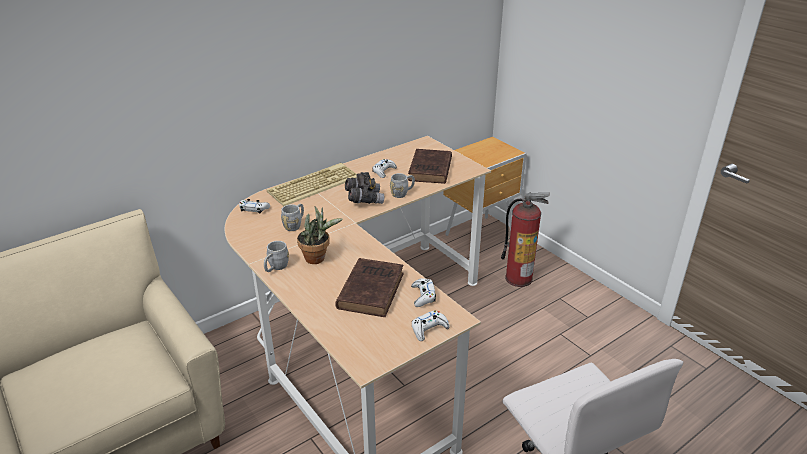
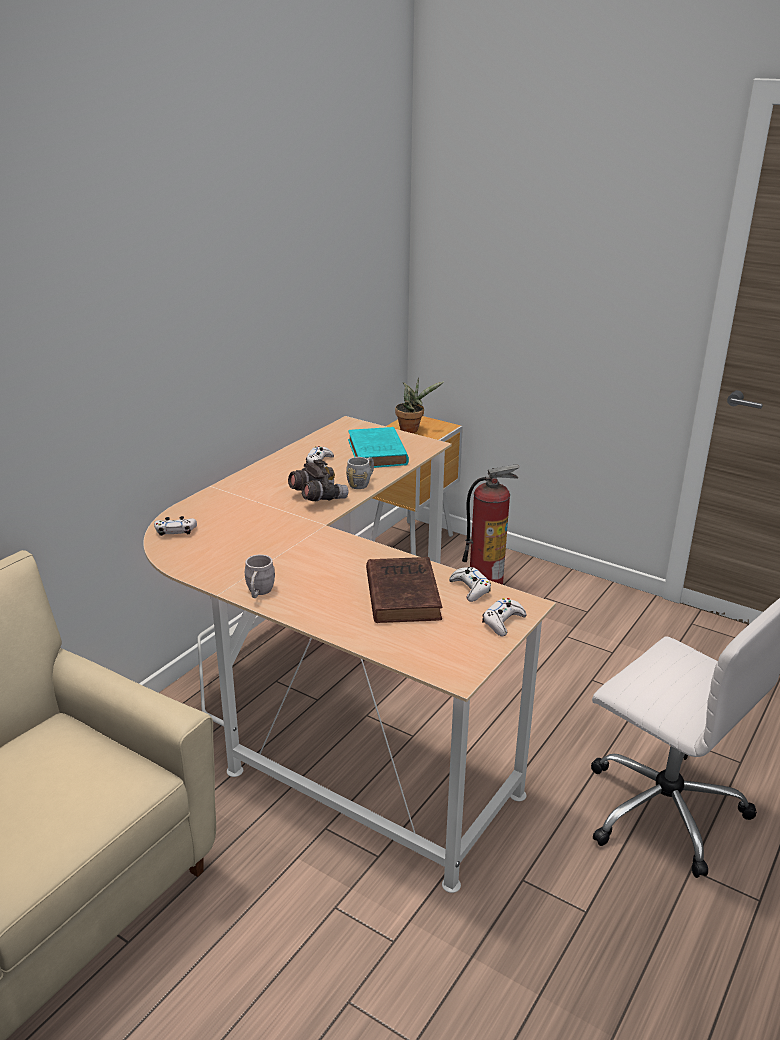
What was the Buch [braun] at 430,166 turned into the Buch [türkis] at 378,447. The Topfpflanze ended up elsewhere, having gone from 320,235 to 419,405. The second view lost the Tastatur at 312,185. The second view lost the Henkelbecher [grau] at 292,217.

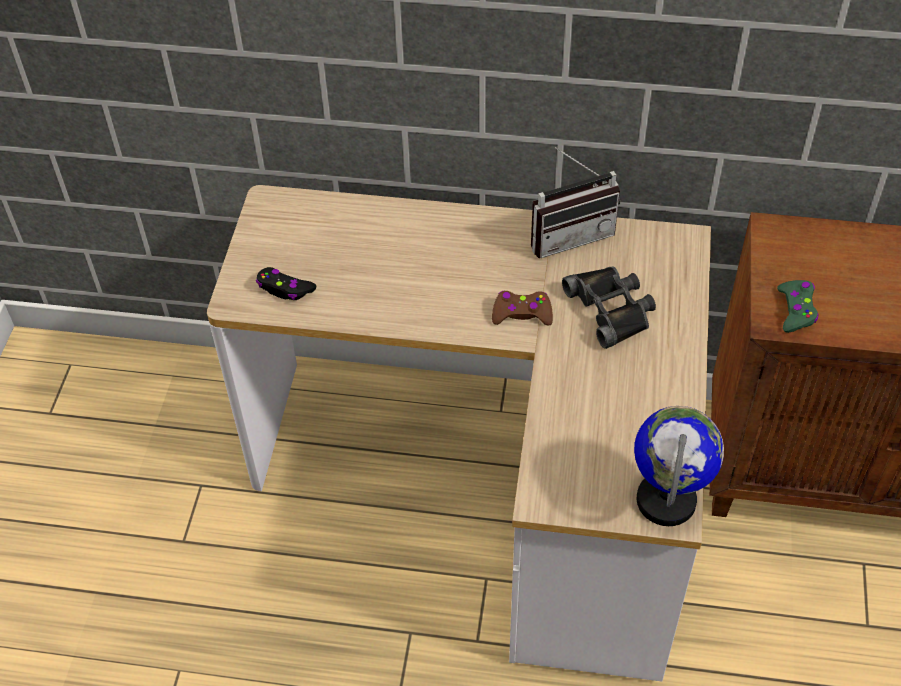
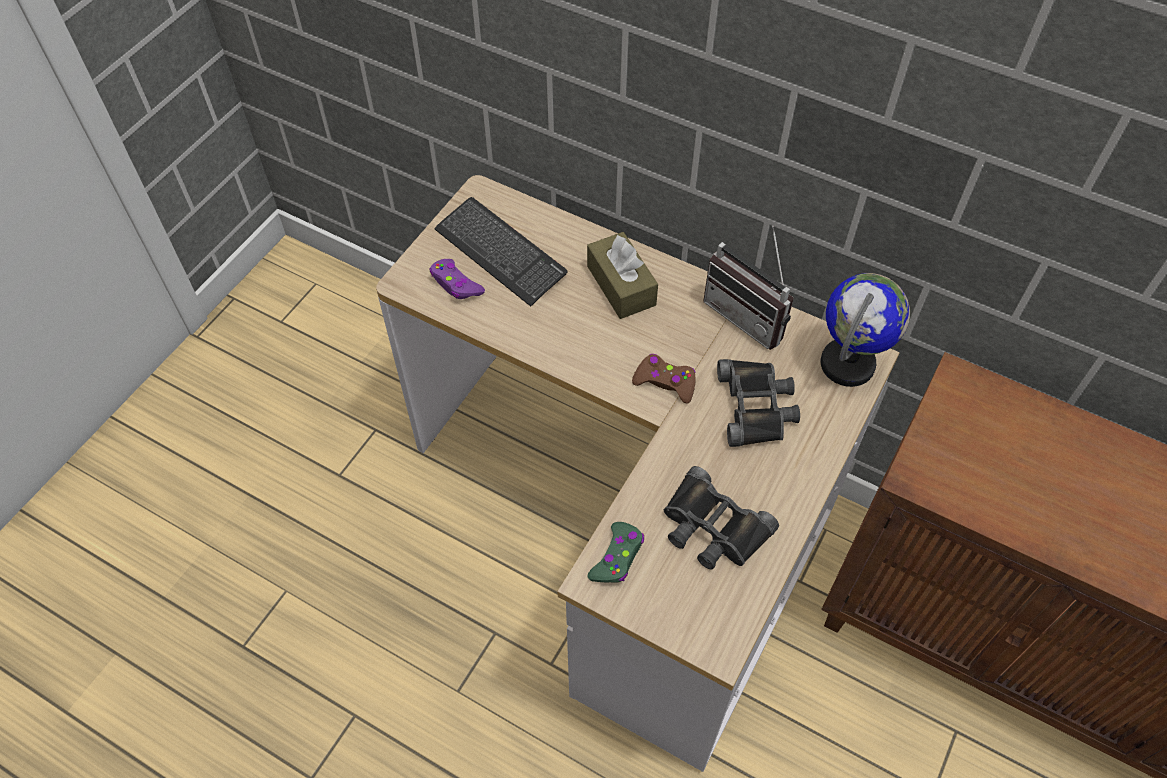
What was the Gamepad [schwarz] at 286,283 turned into the Gamepad [lila] at 457,279. The second view gained the Tastatur at 500,252. The second view gained the Taschentuchbox [braun] at 622,275. The Gamepad [grün] ended up elsewhere, having gone from 797,306 to 616,552. The second view gained the Fernglas [schwarz] at 721,518. The Radio at 575,202 ended up facing another way, 45 degrees clockwise from before. The Globus ended up elsewhere, having gone from 679,466 to 865,330.

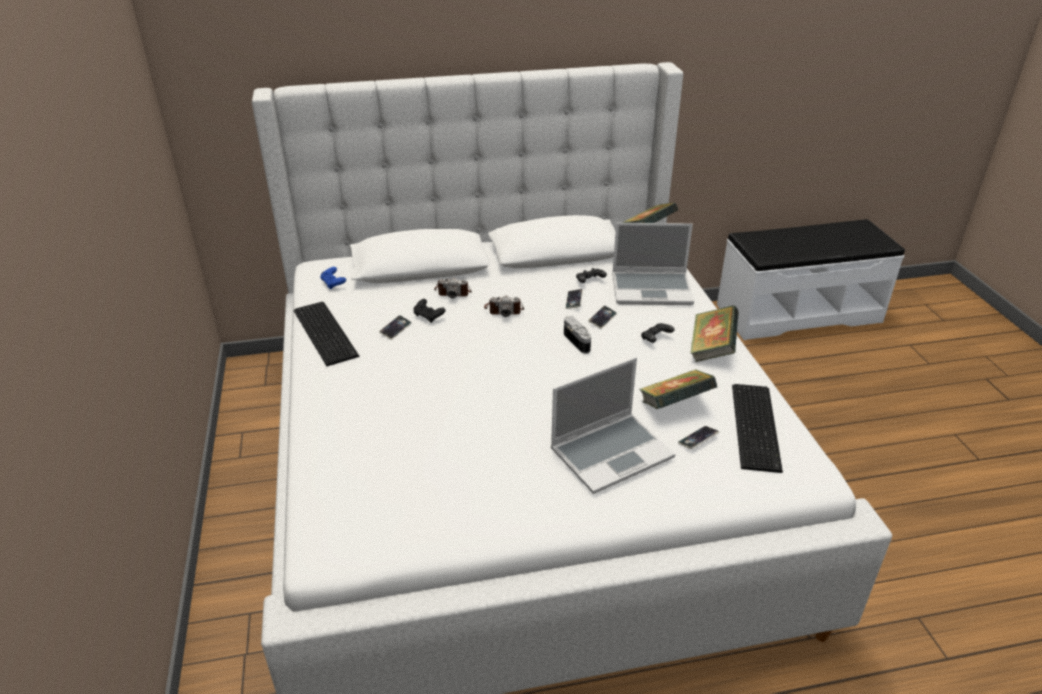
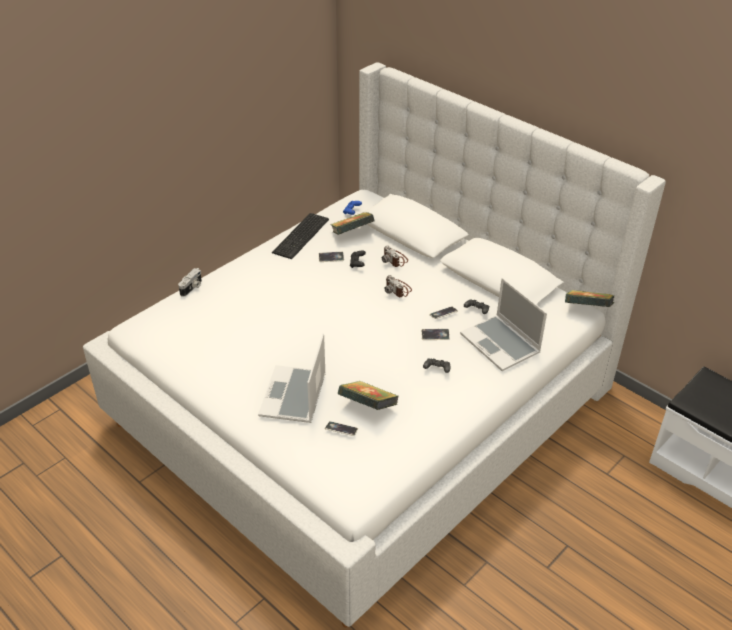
The Kamera ended up elsewhere, having gone from 577,335 to 190,282. The Laptop at 613,425 ended up facing another way, 75 degrees clockwise from before. The Buch ended up elsewhere, having gone from 714,333 to 352,223. The second view lost the Tastatur at 757,428.

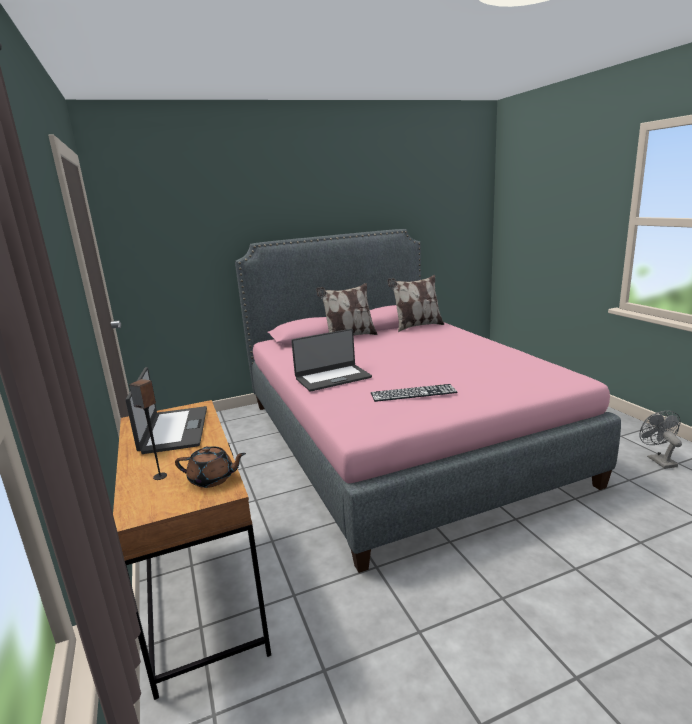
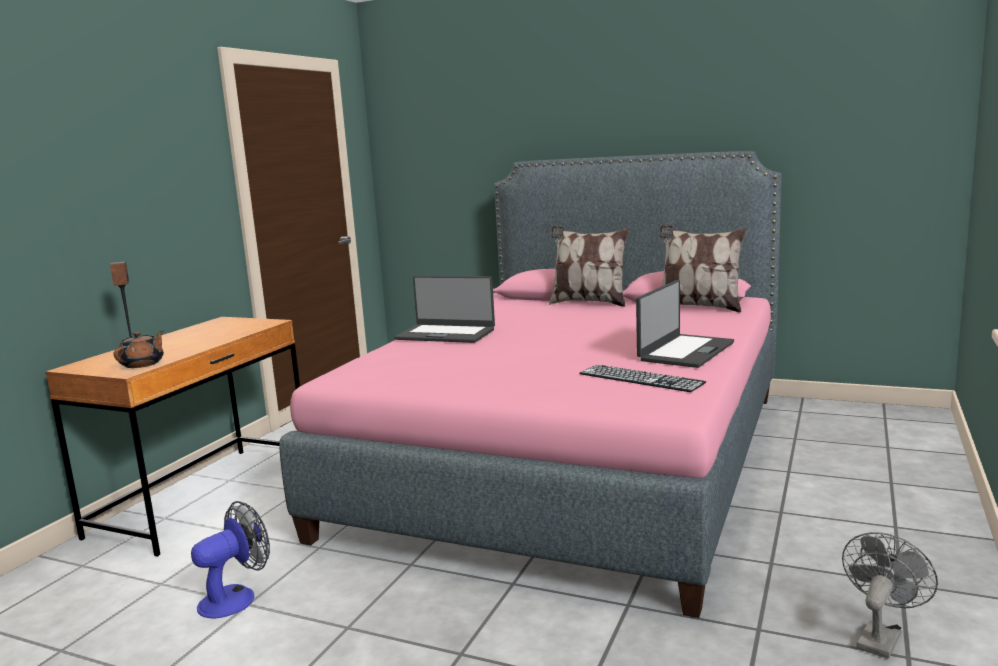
The Teekanne [braun] at 210,467 ended up facing another way, 120 degrees counterclockwise from before. The second view gained the Ventilator at 230,560. The Tastatur ended up elsewhere, having gone from 414,393 to 642,378. The Laptop ended up elsewhere, having gone from 166,410 to 685,324.

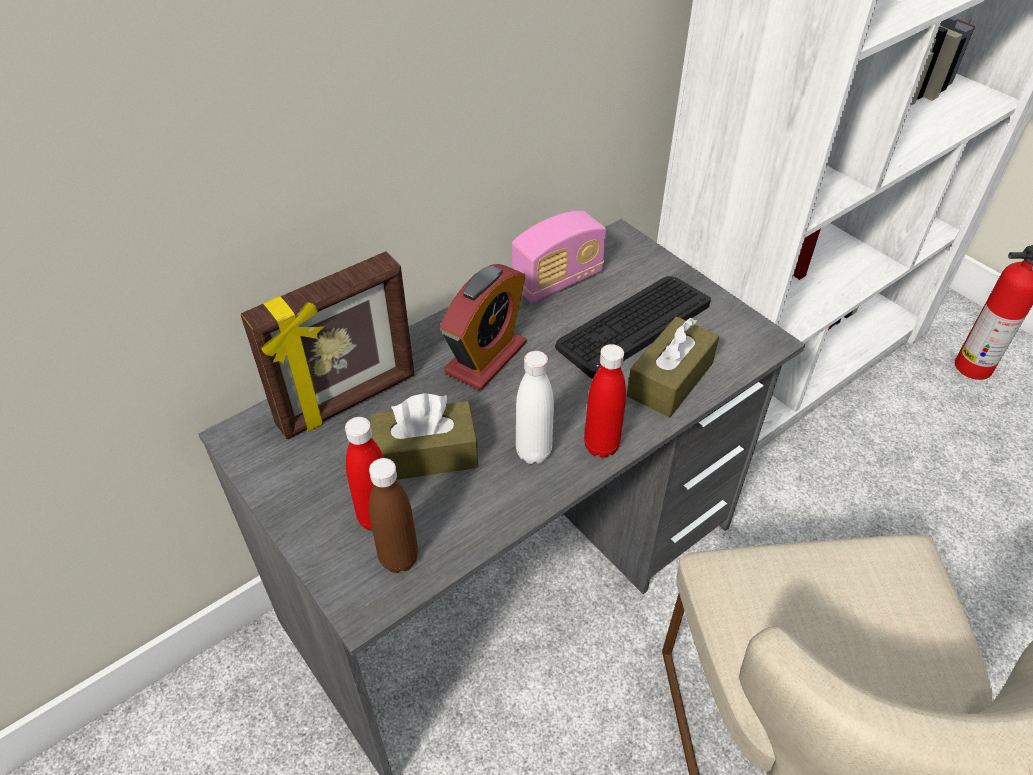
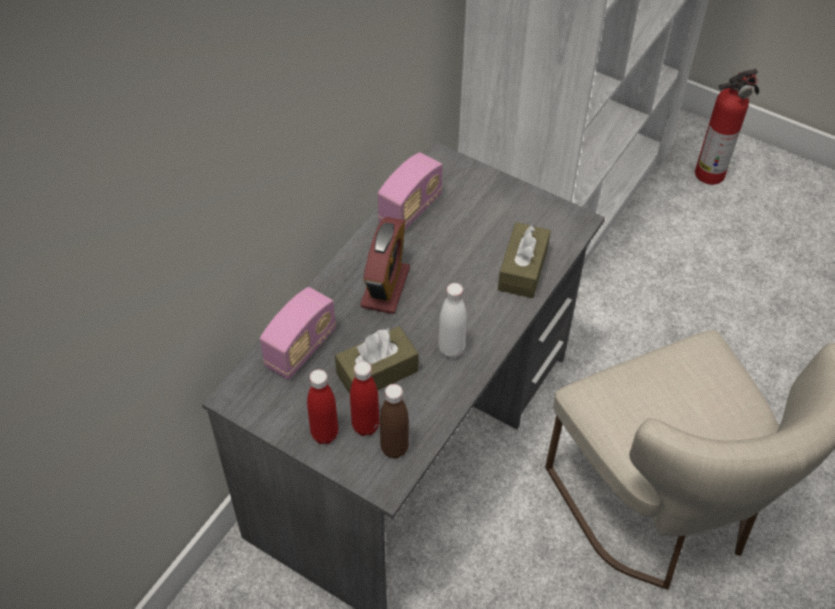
Where the Bilderrahmen stood at 327,345, the Radio came to stand at 298,333. The Flasche [rot] ended up elsewhere, having gone from 605,401 to 322,406. The second view lost the Tastatur at 633,327.

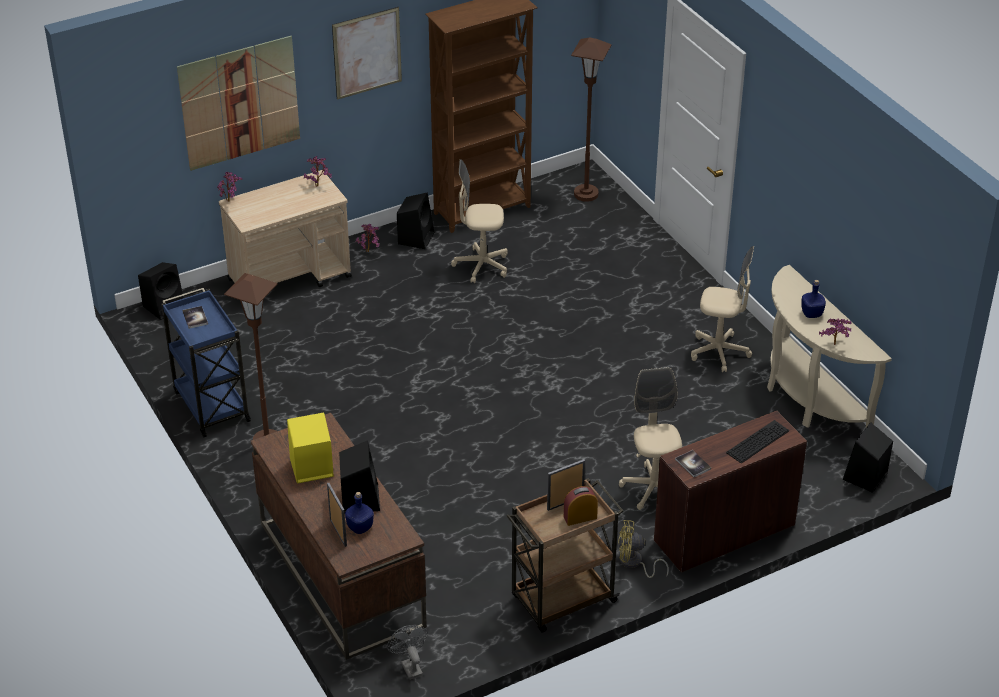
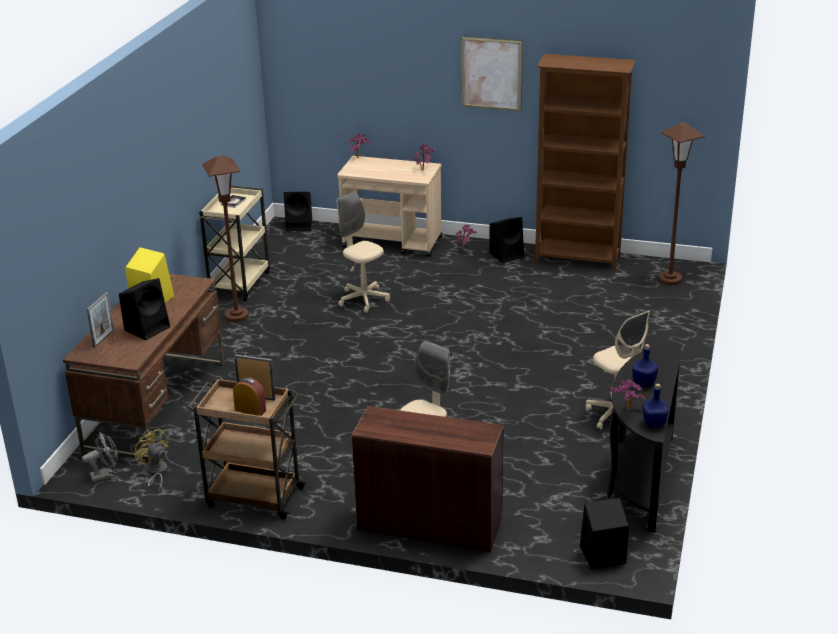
The Ventilator [grau] at 407,652 ended up facing another way, 45 degrees clockwise from before. The Ventilator [gelb] ended up elsewhere, having gone from 643,549 to 151,460. What was the Rollwagen [blau] at 206,363 turned into the Rollwagen [beige] at 234,243. The Bürostuhl [beige] ended up elsewhere, having gone from 479,221 to 363,252. What was the Konsolentisch [beige] at 829,346 turned into the Konsolentisch [schwarz] at 644,439. The Flasche [blau] ended up elsewhere, having gone from 359,513 to 656,405. The second view lost the Bild at 238,103. The second view lost the Buch at 693,463. The second view lost the Tastatur at 757,441.

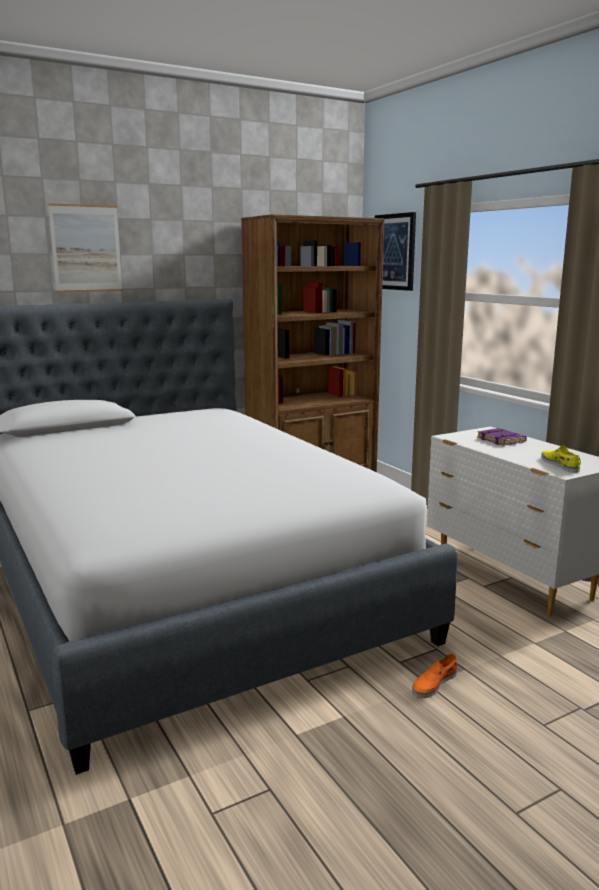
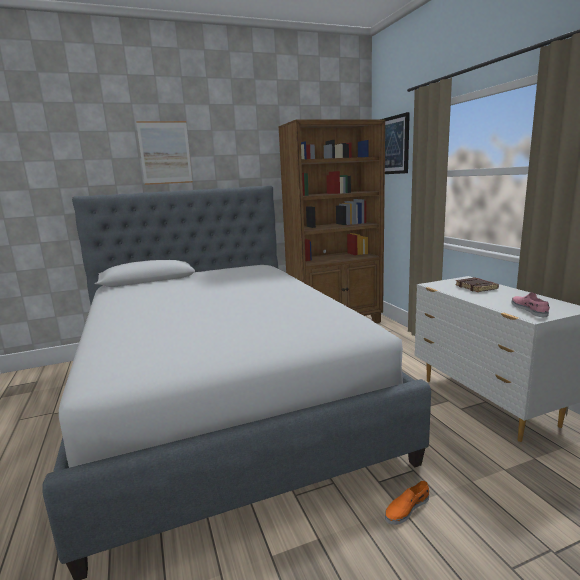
What was the Buch [lila] at 502,437 turned into the Buch [braun] at 477,284. What was the Schuh [gelb] at 561,459 turned into the Schuh [rosa] at 531,305.

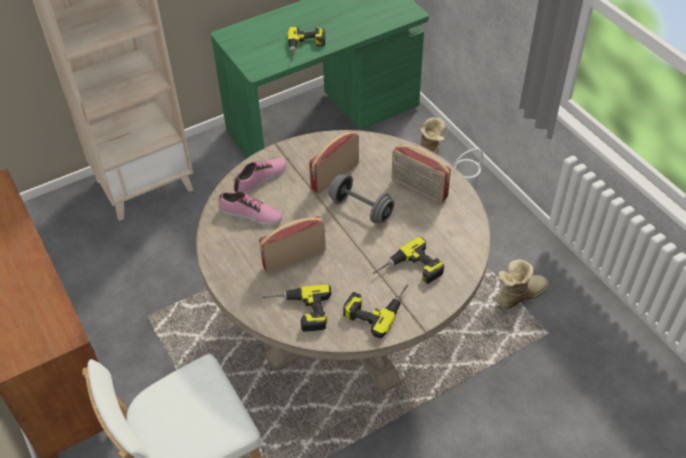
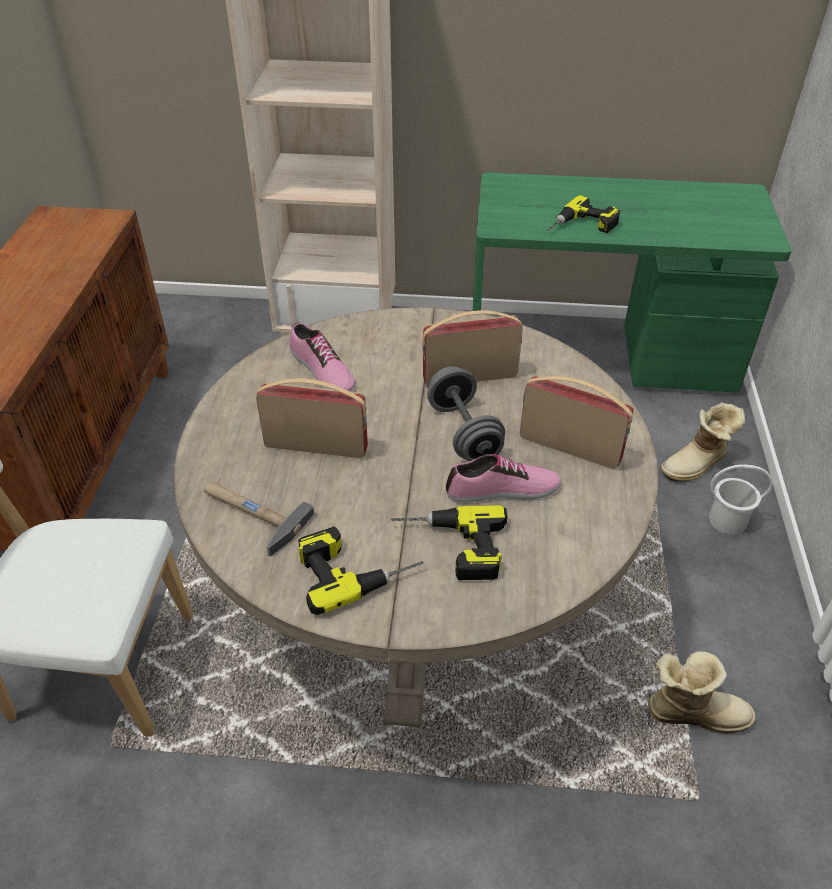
Where the Bohrmaschine stood at 296,308, the Hammer came to stand at 259,519. The Schuh ended up elsewhere, having gone from 260,176 to 503,478. The Radio at 421,174 ended up facing another way, 135 degrees clockwise from before.

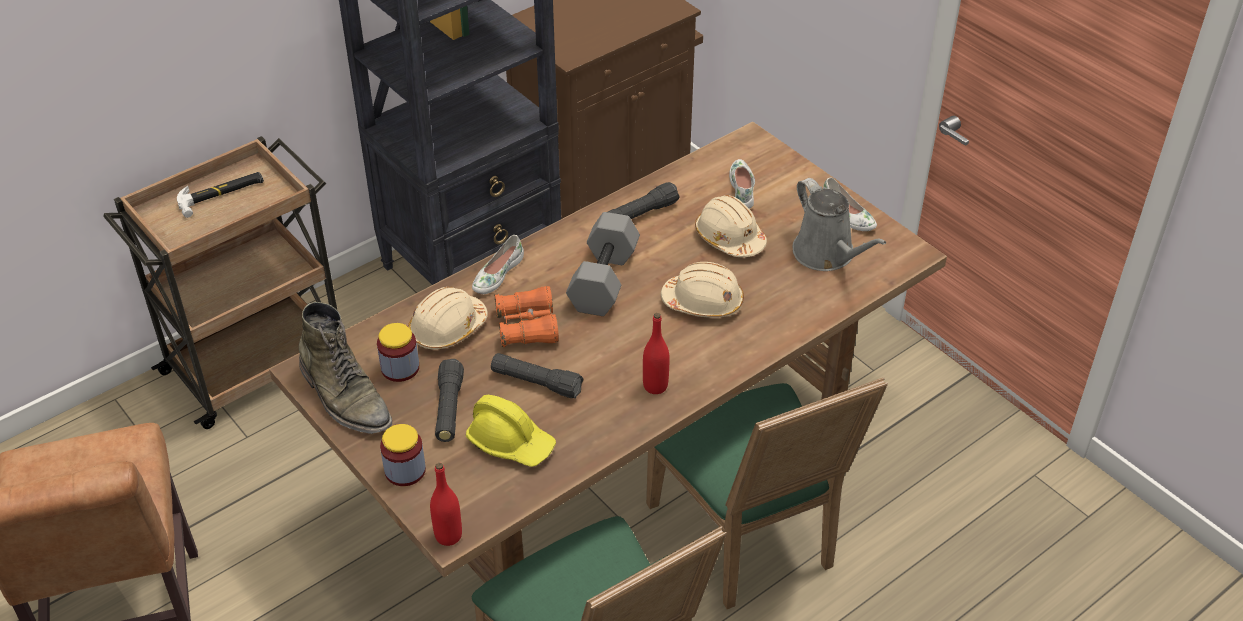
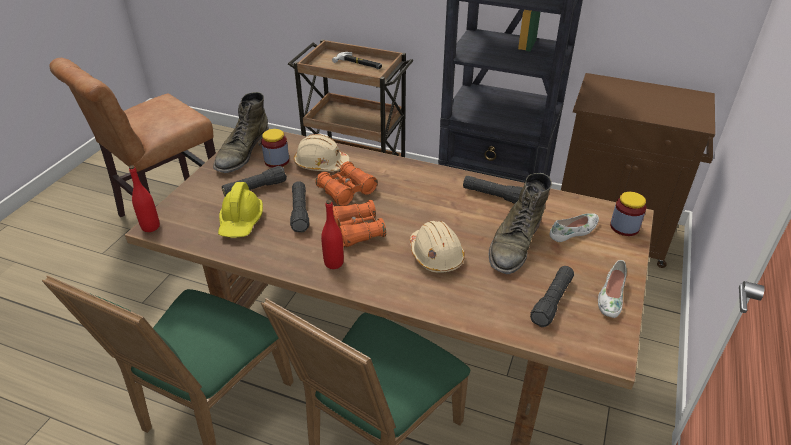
The second view gained the Fernglas [orange] at 359,223. Where the Schutzhelm [beige] stood at 731,226, the Stiefel [grün] came to stand at 520,223. Where the Gießkanne [grau] stood at 839,224, the Taschenlampe [schwarz] came to stand at 552,296. The Vorratsglas ended up elsewhere, having gone from 403,455 to 628,214. The second view lost the Schuh [weiß] at 498,264. The second view lost the Hantel [grau] at 603,264.

